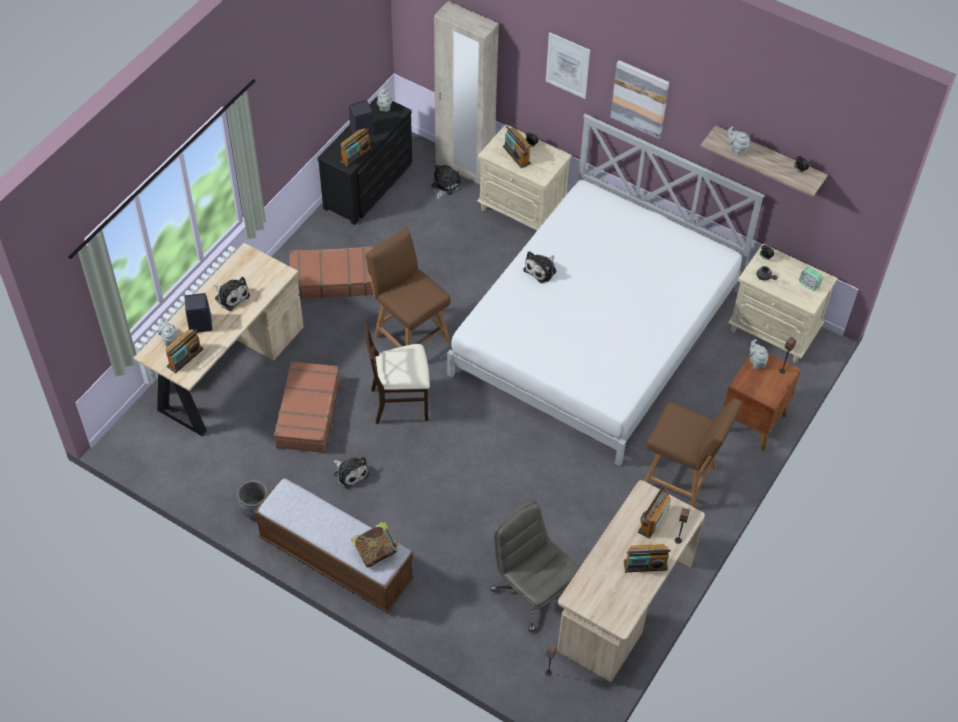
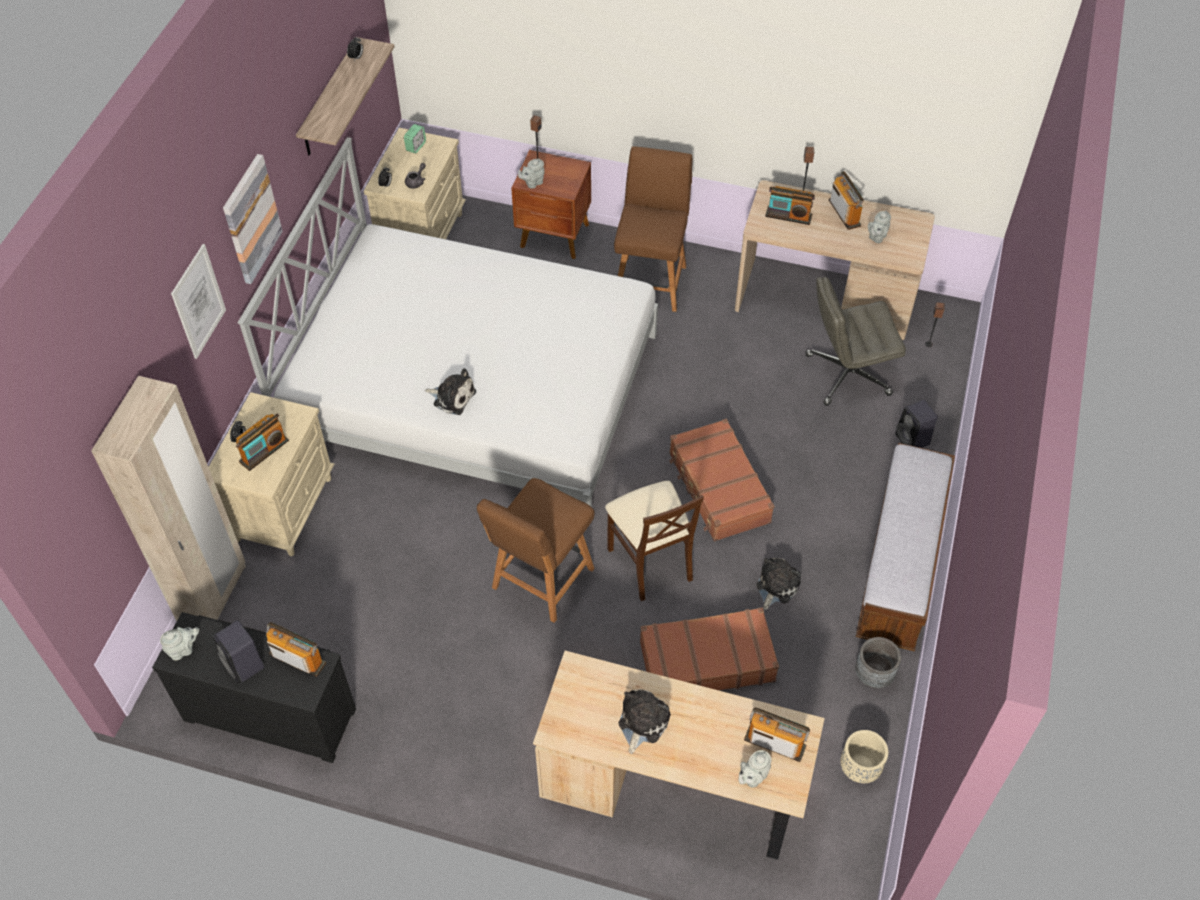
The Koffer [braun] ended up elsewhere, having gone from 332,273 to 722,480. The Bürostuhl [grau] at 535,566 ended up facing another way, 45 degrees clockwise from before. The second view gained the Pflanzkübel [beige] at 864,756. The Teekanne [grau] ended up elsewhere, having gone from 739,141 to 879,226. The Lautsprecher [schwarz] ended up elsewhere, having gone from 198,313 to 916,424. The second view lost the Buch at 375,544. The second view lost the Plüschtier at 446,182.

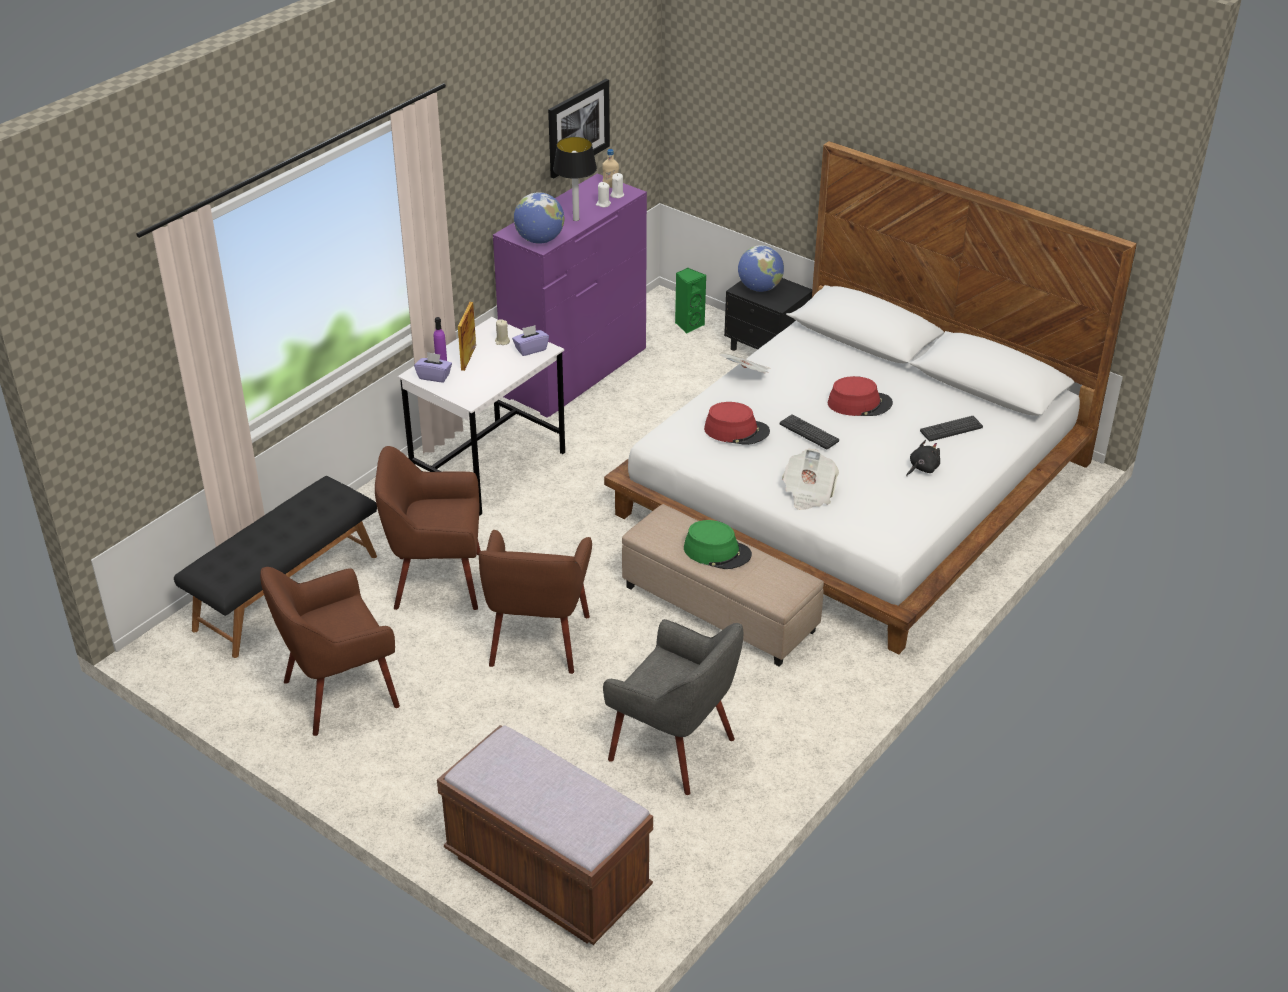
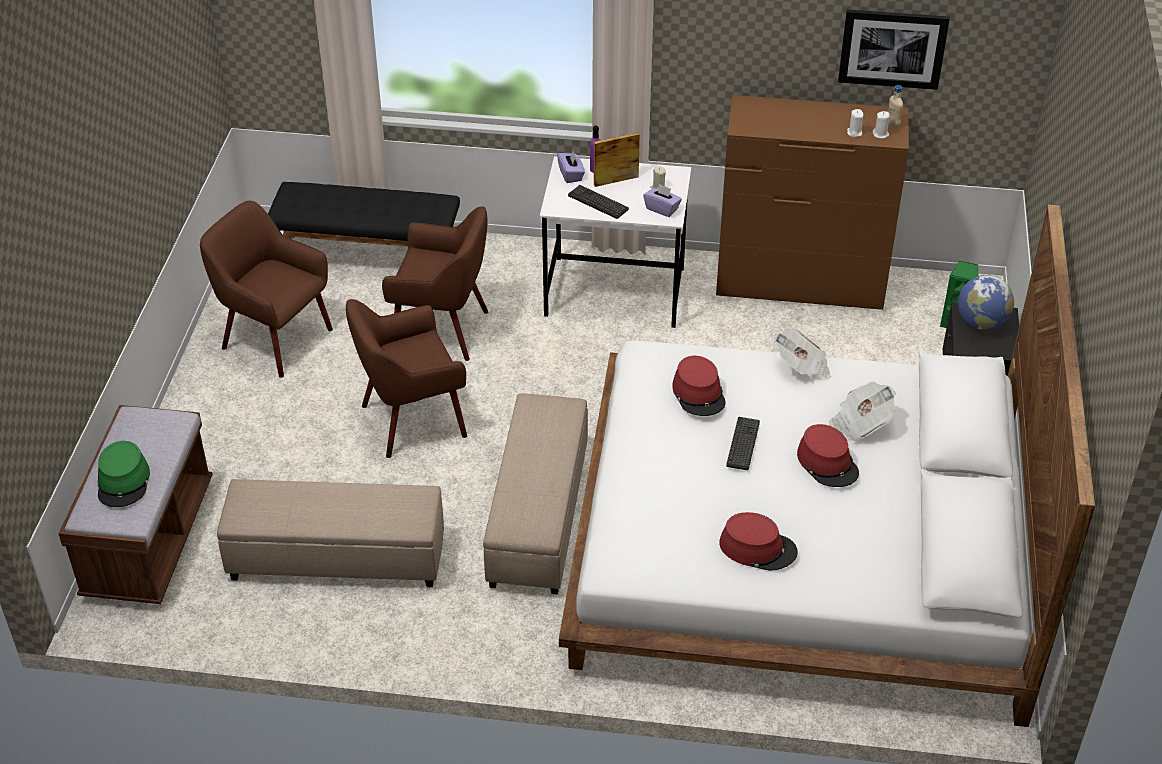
The Hut [grün] ended up elsewhere, having gone from 718,544 to 123,474. Where the Sessel [grau] stood at 673,707, the Polsterhocker [beige] came to stand at 330,533. The Sessel [braun] at 428,528 ended up facing another way, 135 degrees clockwise from before. The Tastatur ended up elsewhere, having gone from 951,428 to 598,202. What was the Kommode [lila] at 570,295 turned into the Kommode [braun] at 812,202. Where the Plüschtier [schwarz] stood at 923,458, the Hut [rot] came to stand at 758,541. The Zeitung ended up elsewhere, having gone from 810,479 to 862,411. The second view lost the Globus at 539,218. The second view lost the Tischlampe at 575,179.

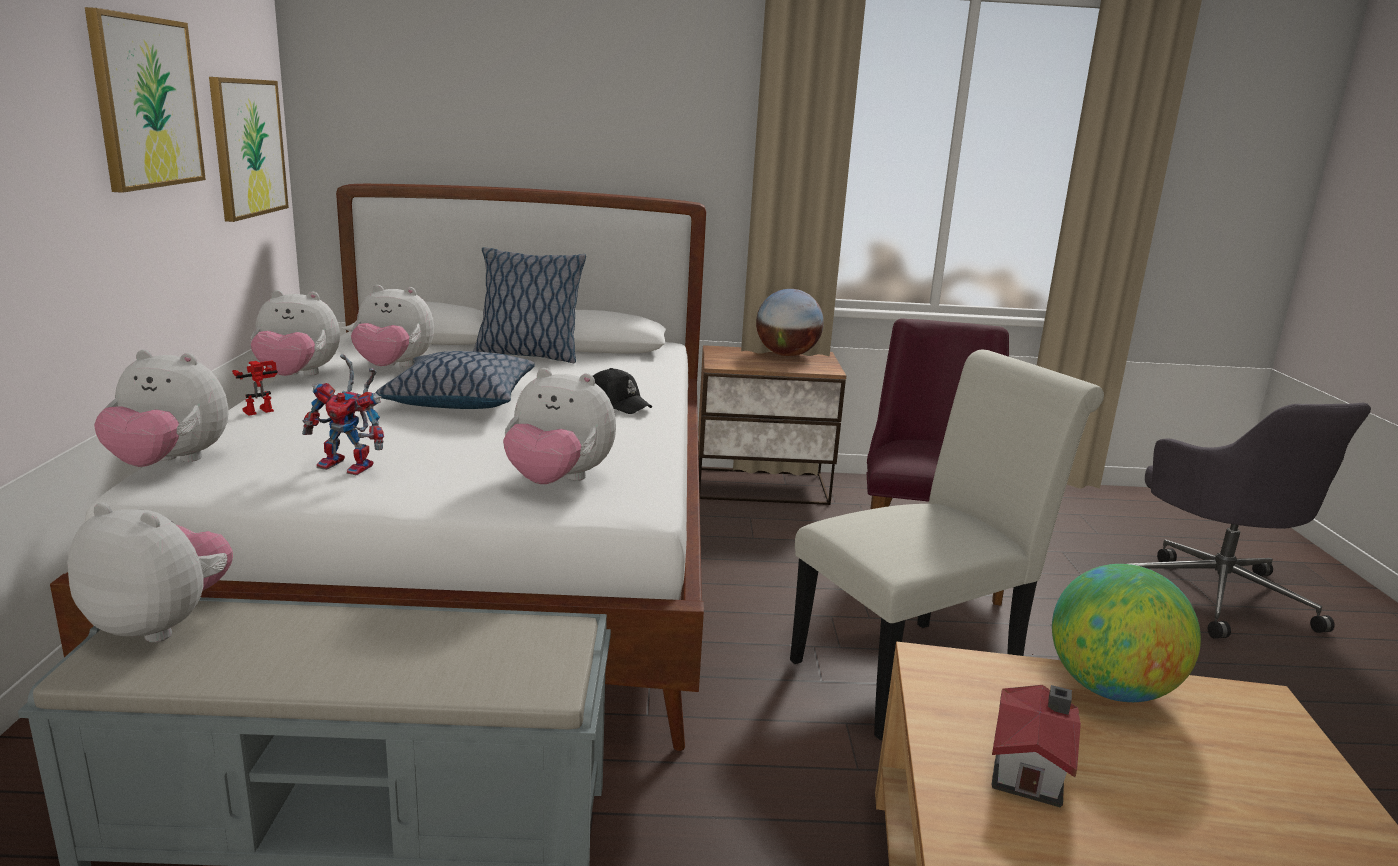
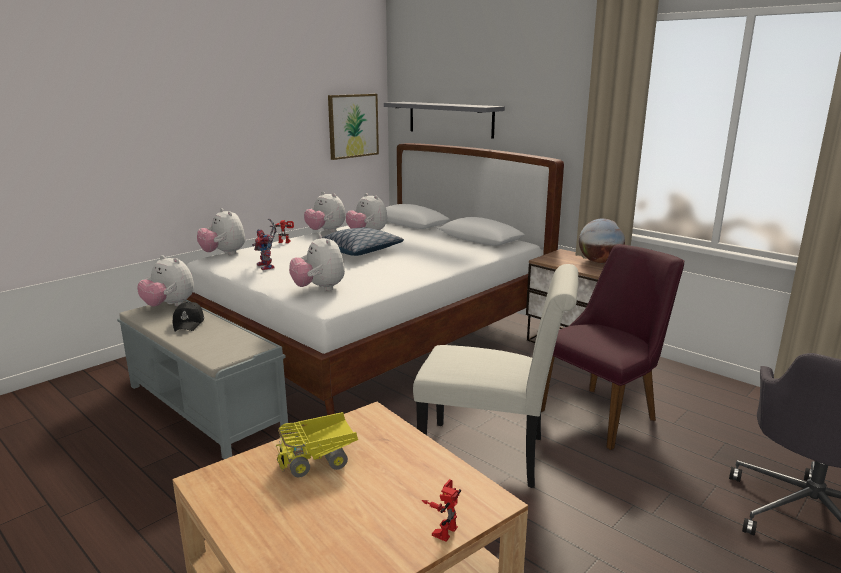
The Plüschtier at 150,572 ended up facing another way, 150 degrees clockwise from before. The Kappe [schwarz] ended up elsewhere, having gone from 622,391 to 188,316. Where the Spielzeughaus stood at 1036,746, the Spielzeuglaster came to stand at 317,445. The second view gained the Wandregal [grau] at 444,120. The second view gained the Spielzeugroboter at 441,510. The second view lost the Bild at 145,100. The second view lost the Kissen at 530,305. The second view lost the Globus at 1126,633.

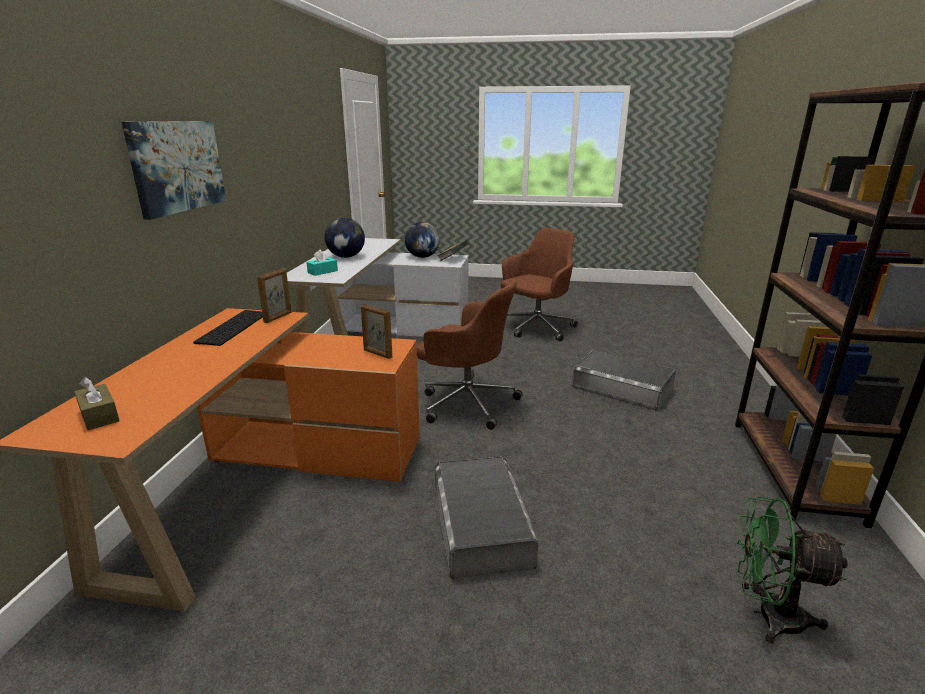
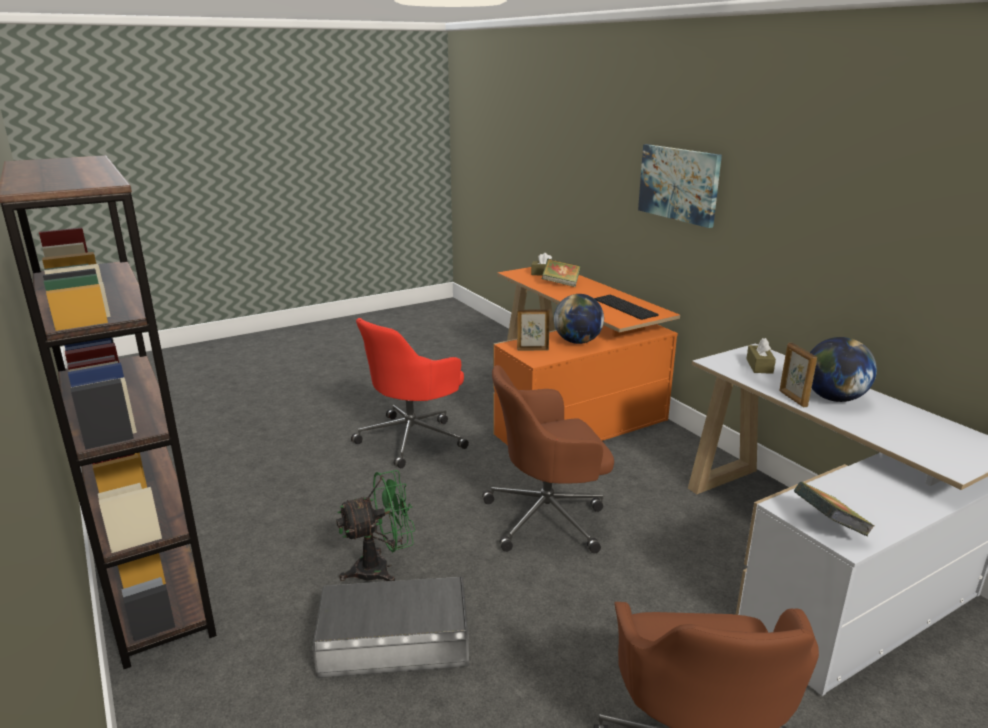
The Ventilator [grün] ended up elsewhere, having gone from 792,569 to 375,525. Where the Aufbewahrungsbox [grau] stood at 487,518, the Bürostuhl [rot] came to stand at 410,393. The second view gained the Buch at 561,273. The Globus ended up elsewhere, having gone from 422,240 to 579,319. What was the Taschentuchbox [türkis] at 322,262 turned into the Taschentuchbox [braun] at 761,356. The Bilderrahmen ended up elsewhere, having gone from 274,295 to 798,375.

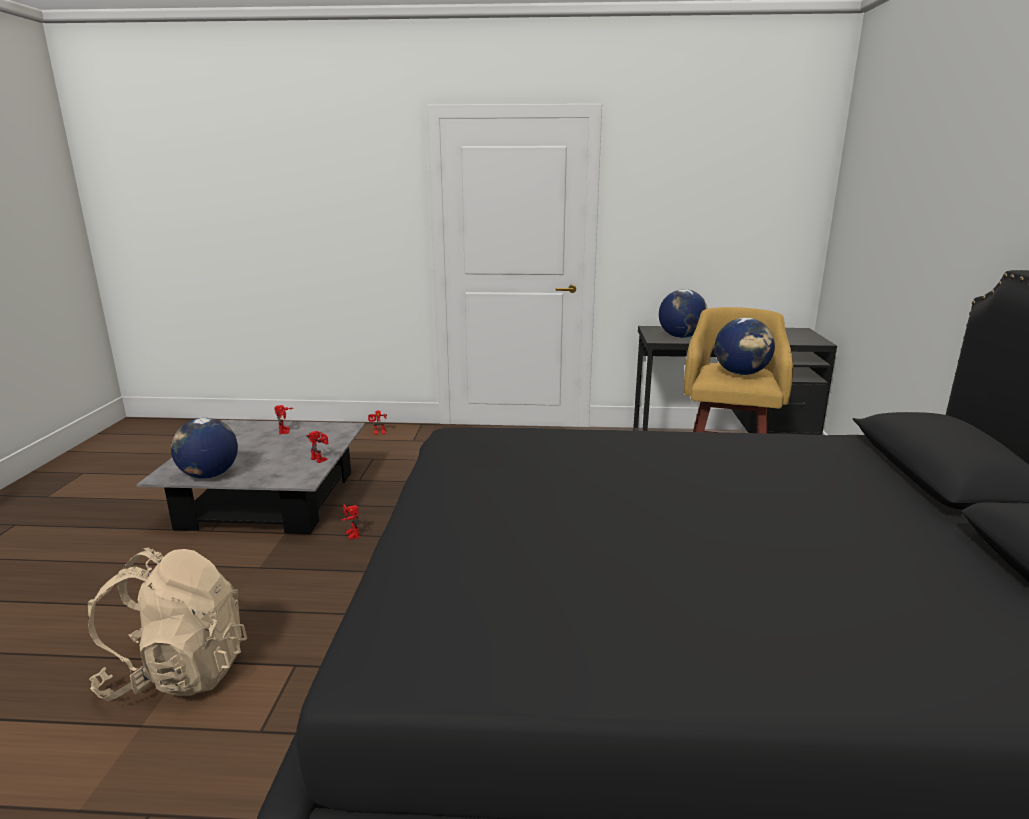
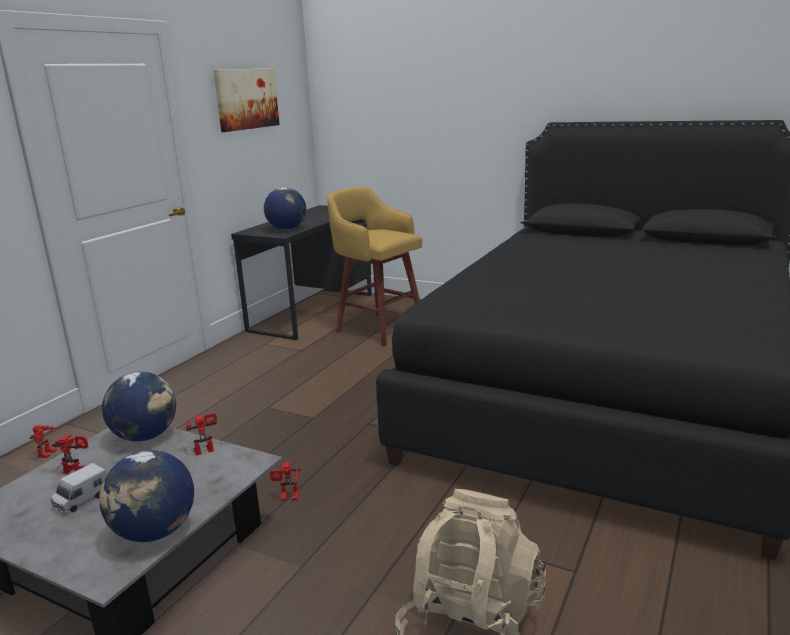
The second view gained the Spielzeuglaster at 79,488. The Globus ended up elsewhere, having gone from 744,346 to 139,407. The second view gained the Bild at 246,100.

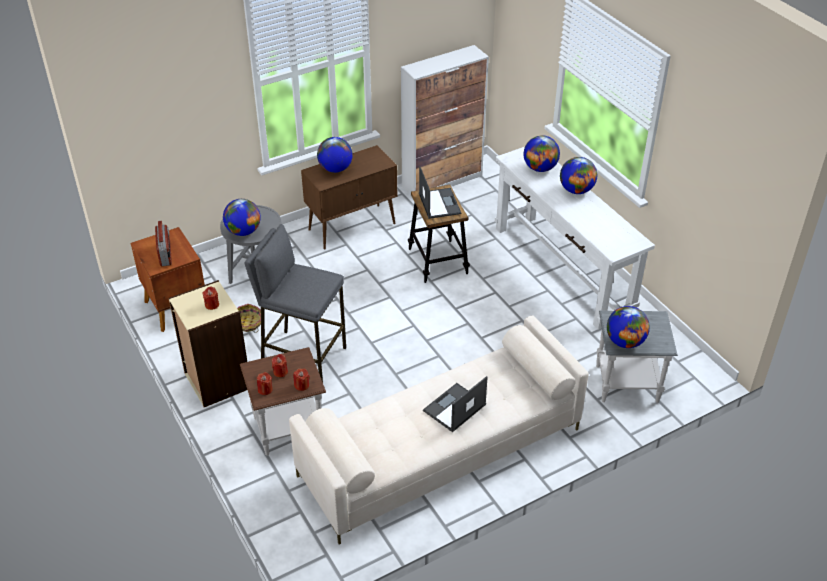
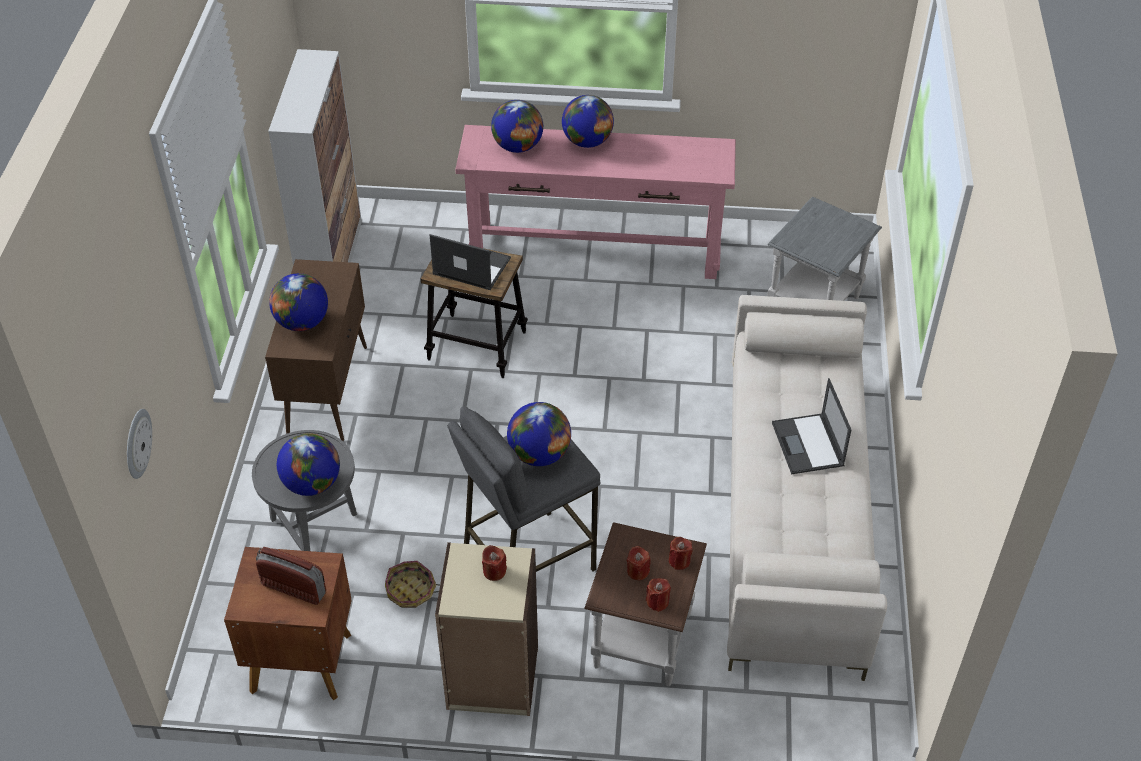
The second view gained the Wanduhr at 139,444. What was the Konsolentisch [weiß] at 575,238 turned into the Konsolentisch [rosa] at 595,202. The Globus ended up elsewhere, having gone from 628,327 to 539,434.

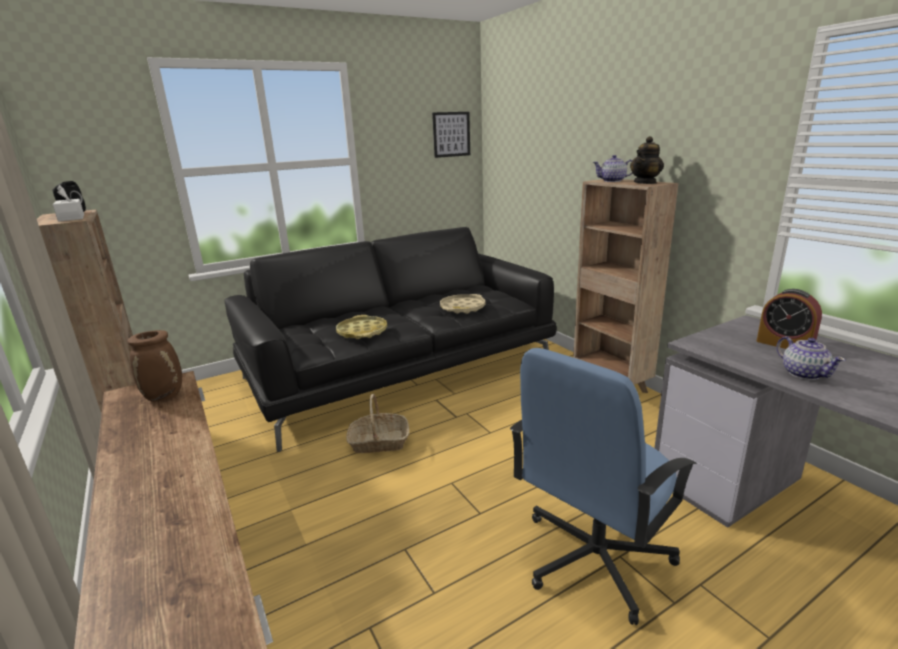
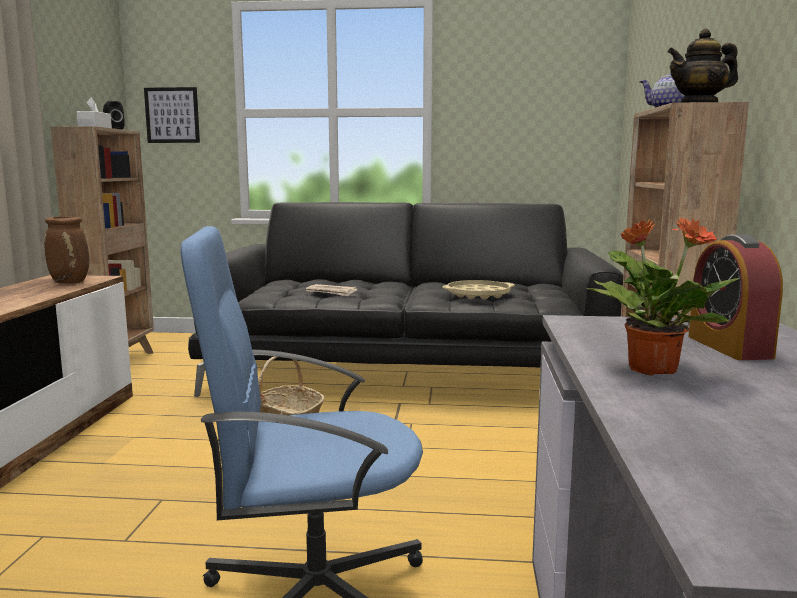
The Bild ended up elsewhere, having gone from 451,135 to 172,115. Where the Tablett [gelb] stood at 361,327, the Zeitung came to stand at 332,290. Where the Teekanne stood at 811,358, the Topfpflanze came to stand at 663,296.

